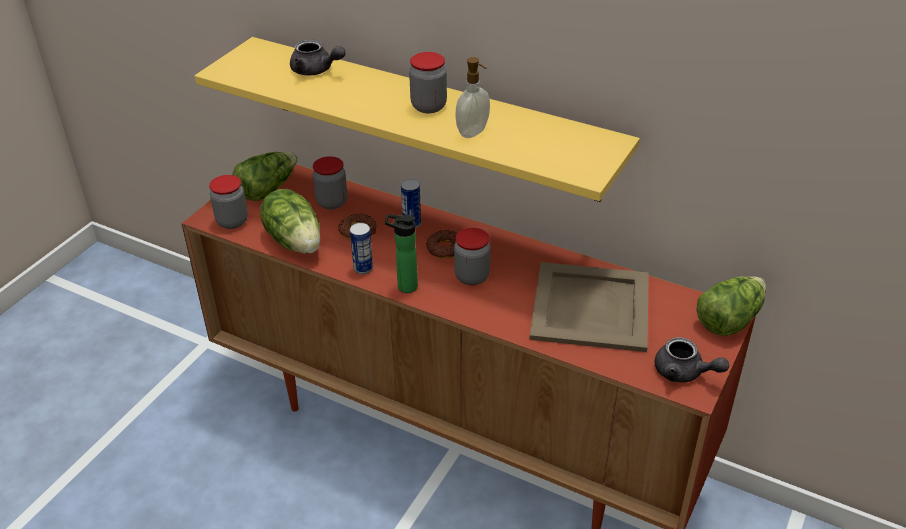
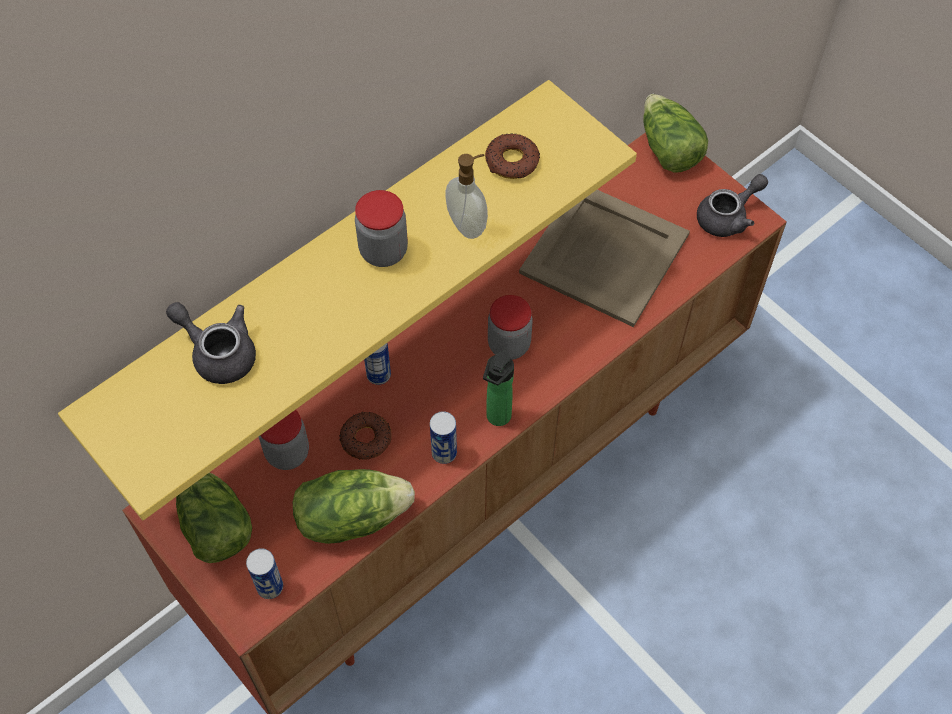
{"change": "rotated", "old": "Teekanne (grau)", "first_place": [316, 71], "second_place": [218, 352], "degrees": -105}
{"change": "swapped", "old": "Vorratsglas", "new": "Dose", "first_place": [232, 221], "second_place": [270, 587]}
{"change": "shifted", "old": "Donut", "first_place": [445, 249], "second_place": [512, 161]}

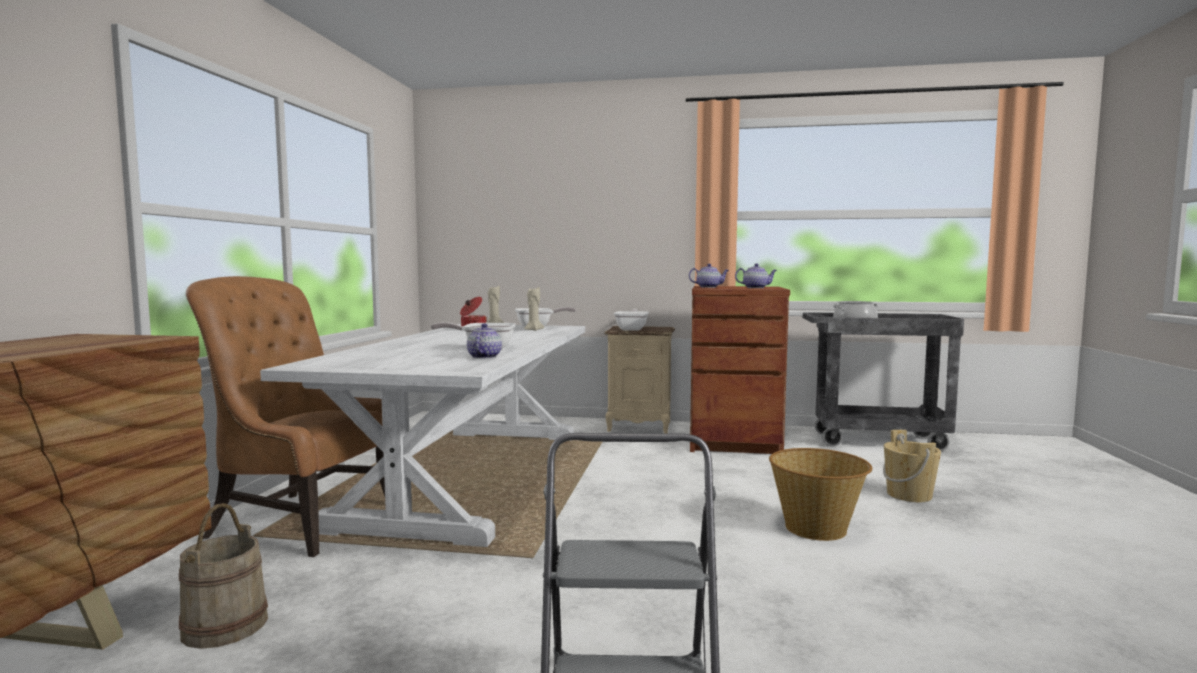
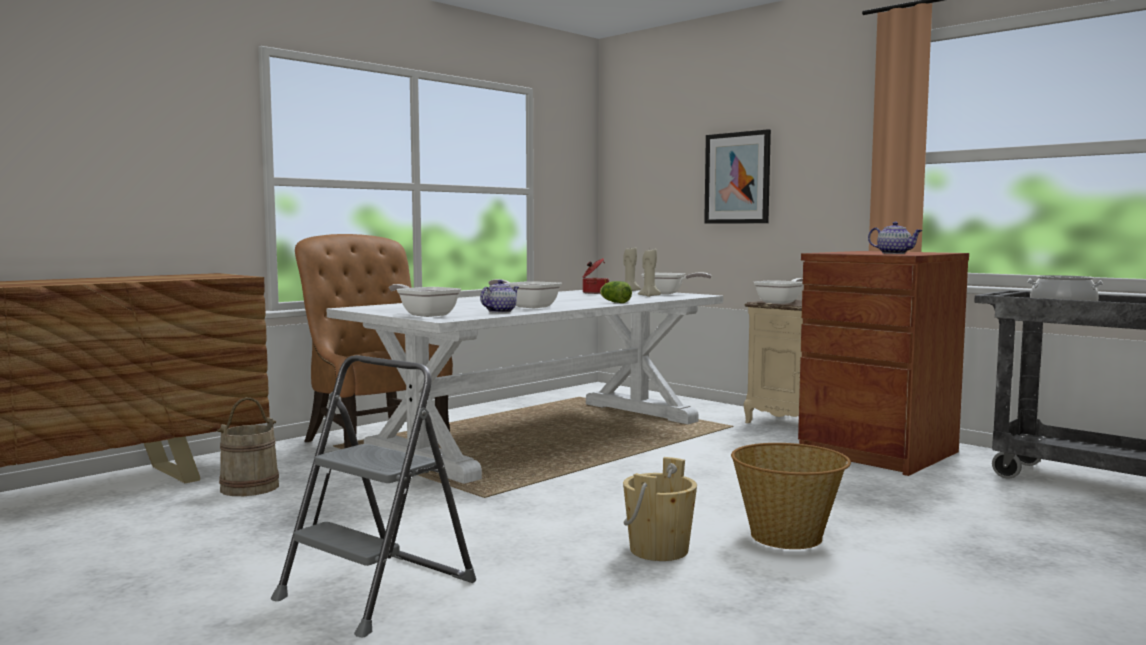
{"change": "new", "new": "Pfanne", "second_place": [425, 315]}
{"change": "new", "new": "Salatkopf", "second_place": [614, 302]}
{"change": "shifted", "old": "Eimer (beige)", "first_place": [909, 495], "second_place": [659, 550]}
{"change": "new", "new": "Bild", "second_place": [737, 178]}
{"change": "gone", "old": "Teekanne", "first_place": [709, 287]}

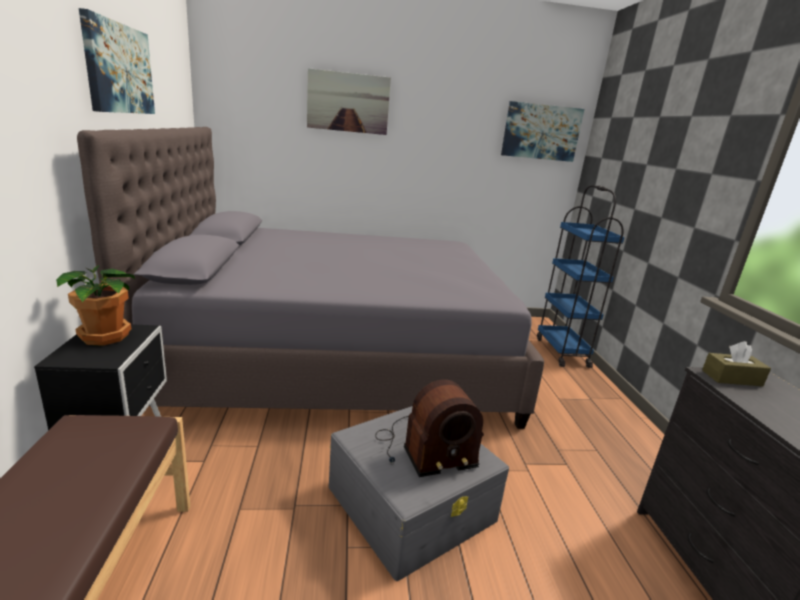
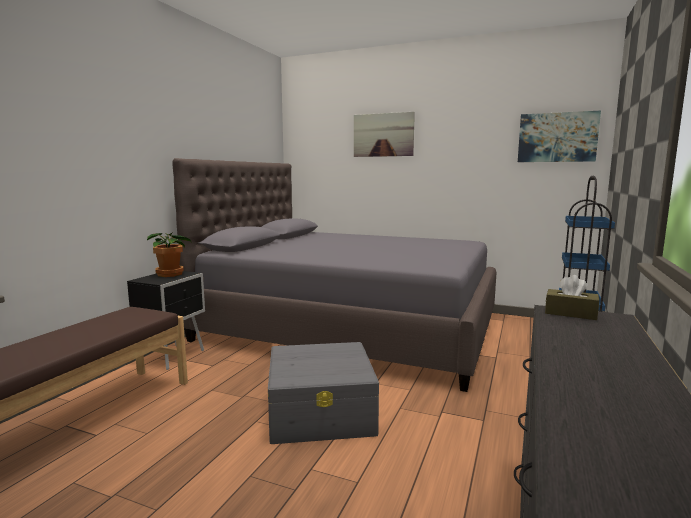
{"change": "gone", "old": "Bild", "first_place": [118, 68]}
{"change": "gone", "old": "Radio", "first_place": [423, 449]}

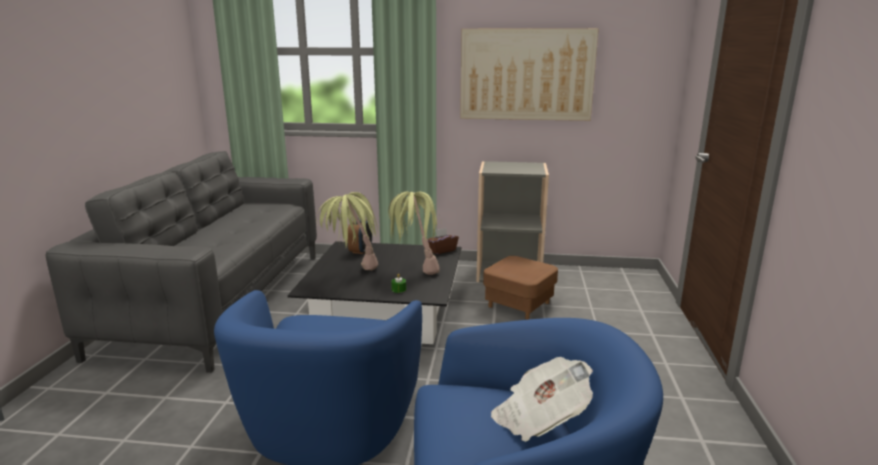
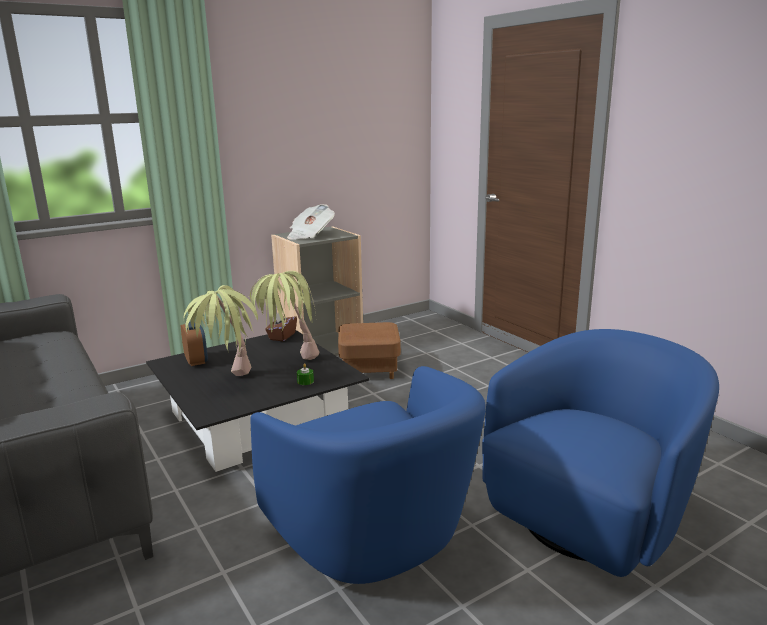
{"change": "shifted", "old": "Zeitung", "first_place": [539, 418], "second_place": [310, 235]}
{"change": "gone", "old": "Bild", "first_place": [526, 74]}

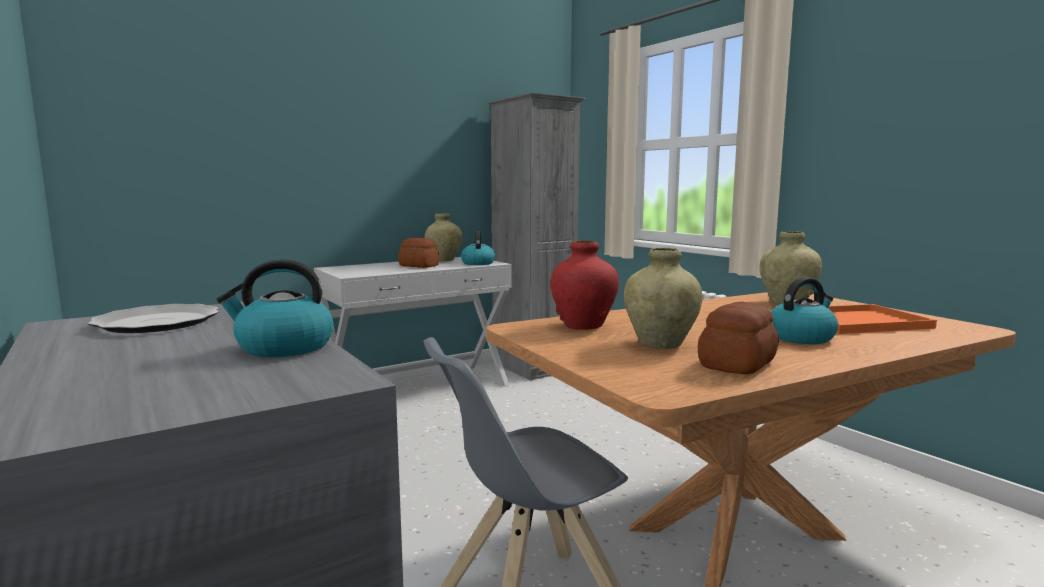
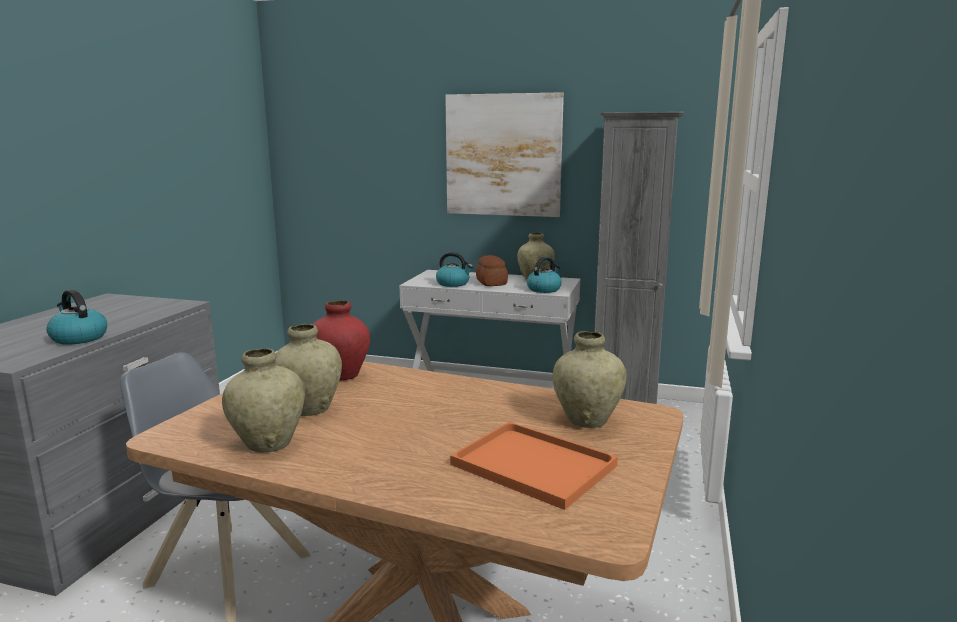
{"change": "swapped", "old": "Brot", "new": "Vase (beige)", "first_place": [735, 364], "second_place": [268, 443]}
{"change": "shifted", "old": "Wasserkessel", "first_place": [801, 337], "second_place": [453, 284]}
{"change": "new", "new": "Bild", "second_place": [503, 155]}
{"change": "gone", "old": "Teller", "first_place": [157, 322]}

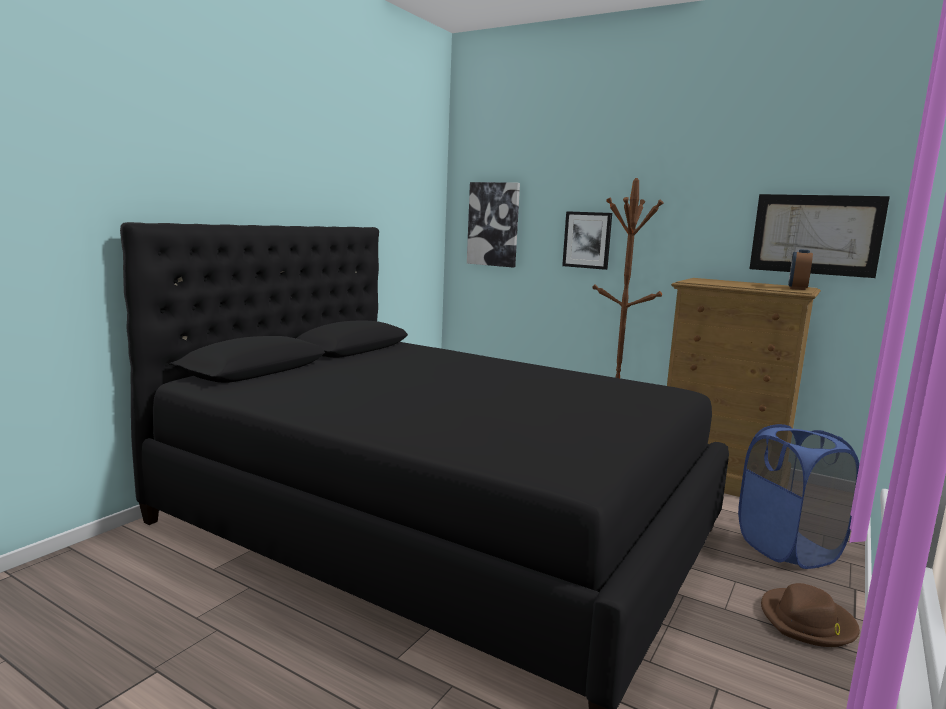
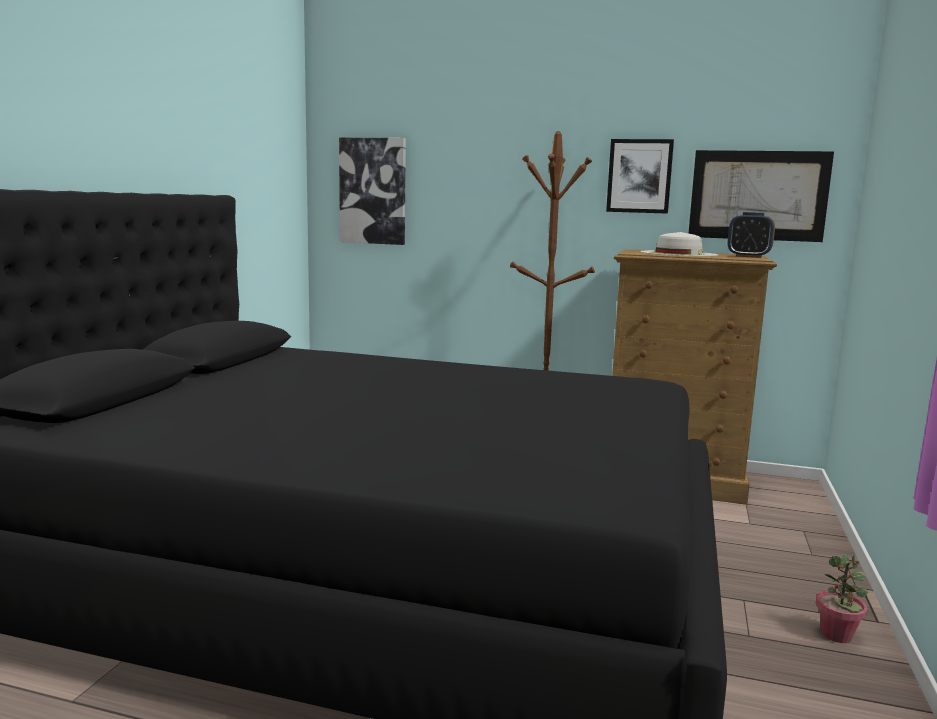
{"change": "shifted", "old": "Bild", "first_place": [587, 240], "second_place": [639, 176]}
{"change": "new", "new": "Hut (weiß)", "second_place": [678, 253]}
{"change": "rotated", "old": "Wecker", "first_place": [797, 288], "second_place": [748, 256], "degrees": -75}
{"change": "swapped", "old": "Hut (braun)", "new": "Topfpflanze", "first_place": [807, 622], "second_place": [837, 635]}
{"change": "gone", "old": "Wäschekorb (blau)", "first_place": [787, 549]}

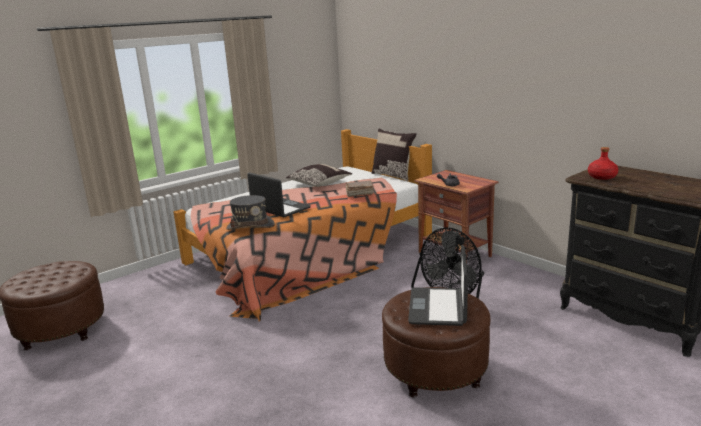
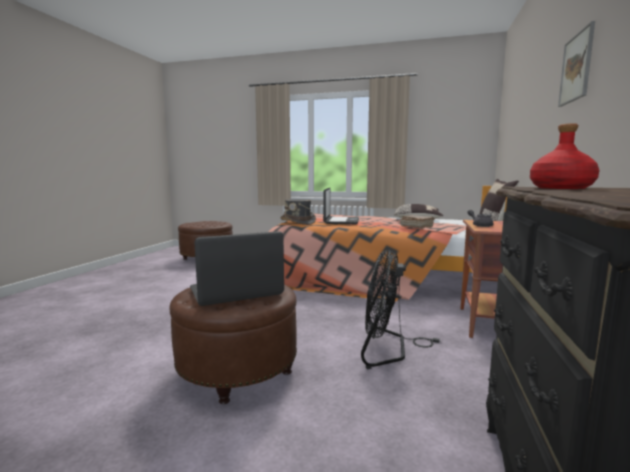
{"change": "new", "new": "Bild", "second_place": [576, 67]}

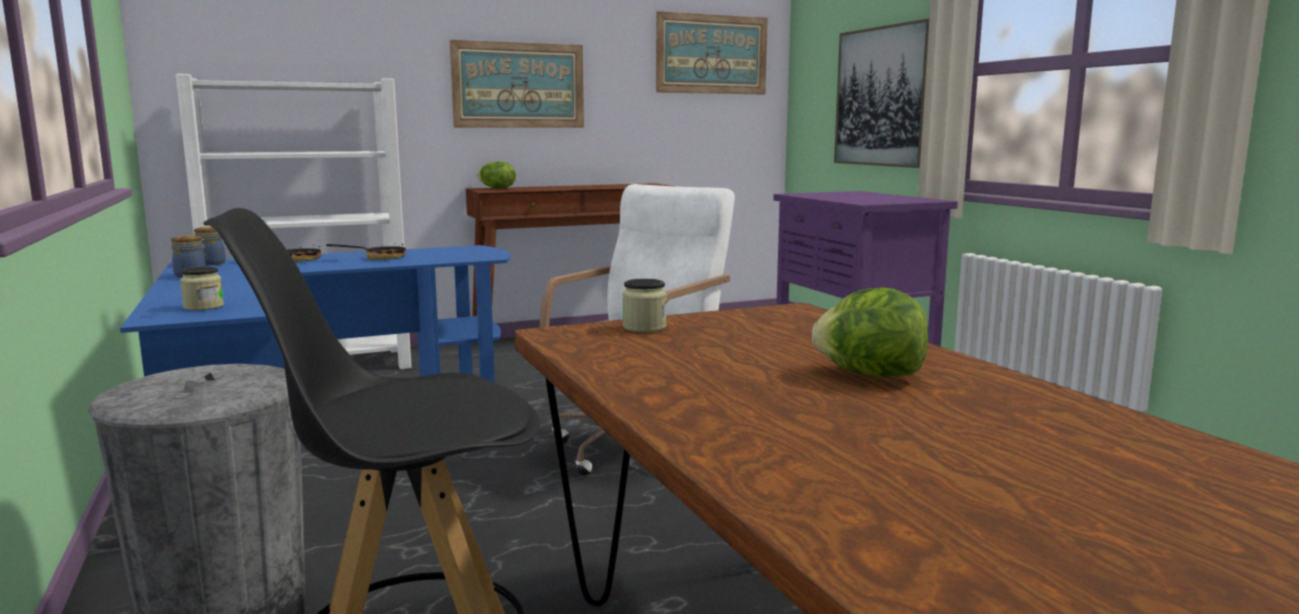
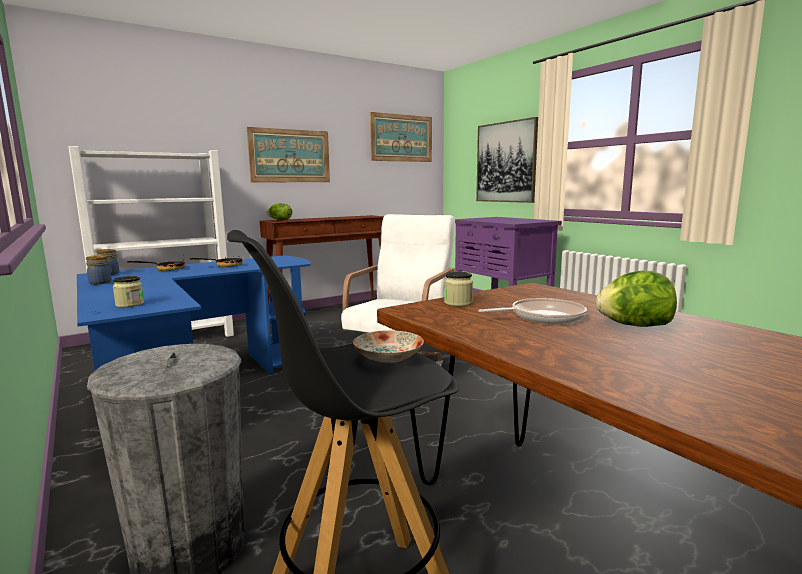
{"change": "new", "new": "Teller", "second_place": [387, 358]}
{"change": "new", "new": "Pfanne", "second_place": [543, 317]}

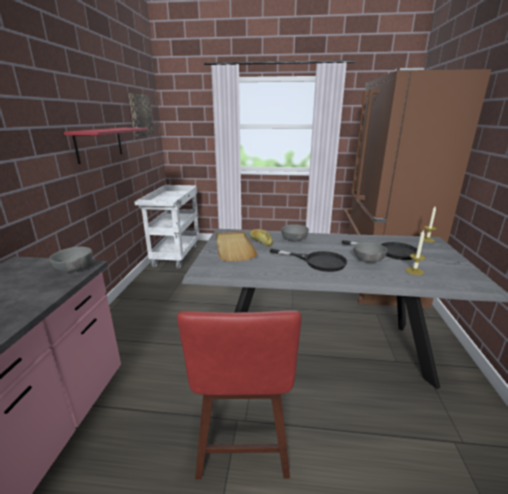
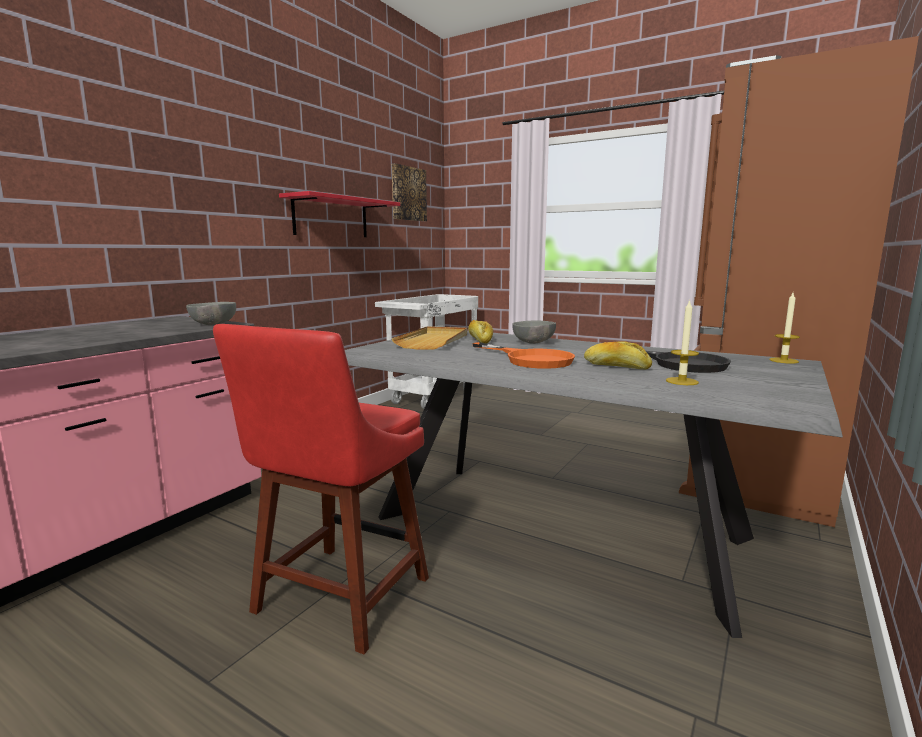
{"change": "repainted", "old": "Pfanne (schwarz)", "new": "Pfanne (orange)", "first_place": [317, 261], "second_place": [530, 359]}
{"change": "swapped", "old": "Schüssel (grau)", "new": "Brot", "first_place": [368, 261], "second_place": [616, 366]}

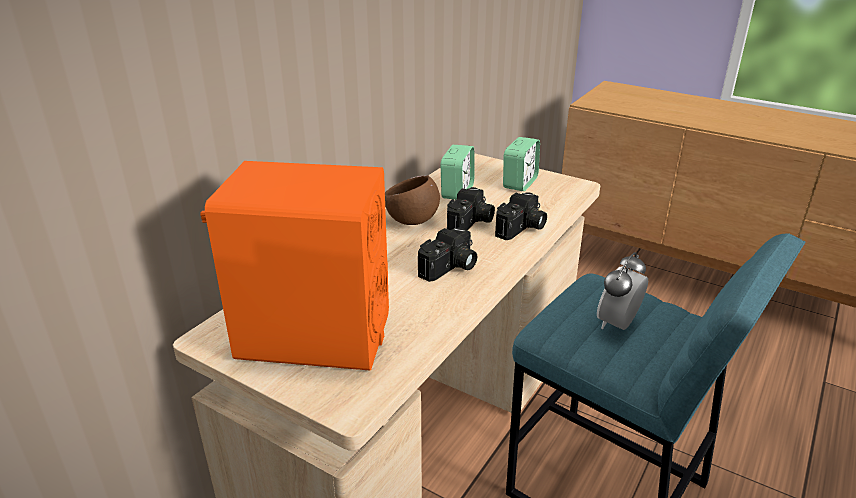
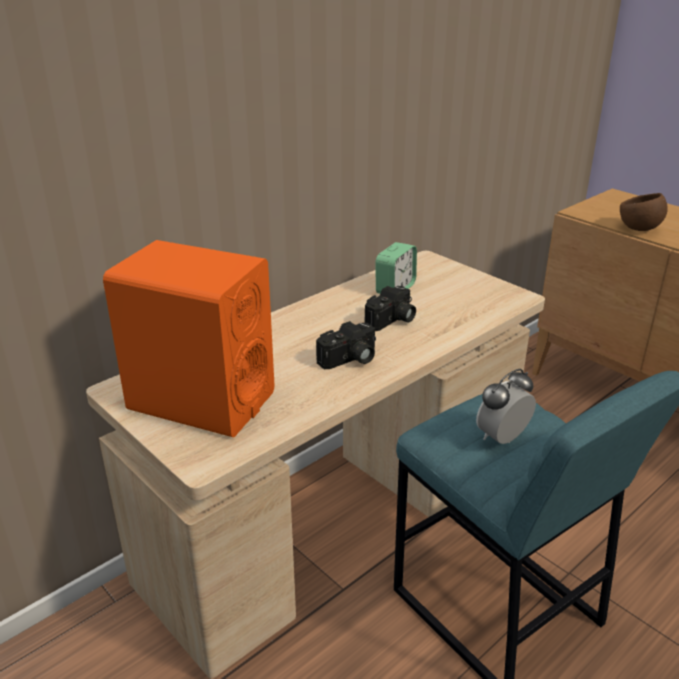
{"change": "shifted", "old": "Schüssel (braun)", "first_place": [412, 222], "second_place": [639, 229]}
{"change": "gone", "old": "Kamera", "first_place": [522, 229]}
{"change": "gone", "old": "Wecker", "first_place": [520, 183]}

